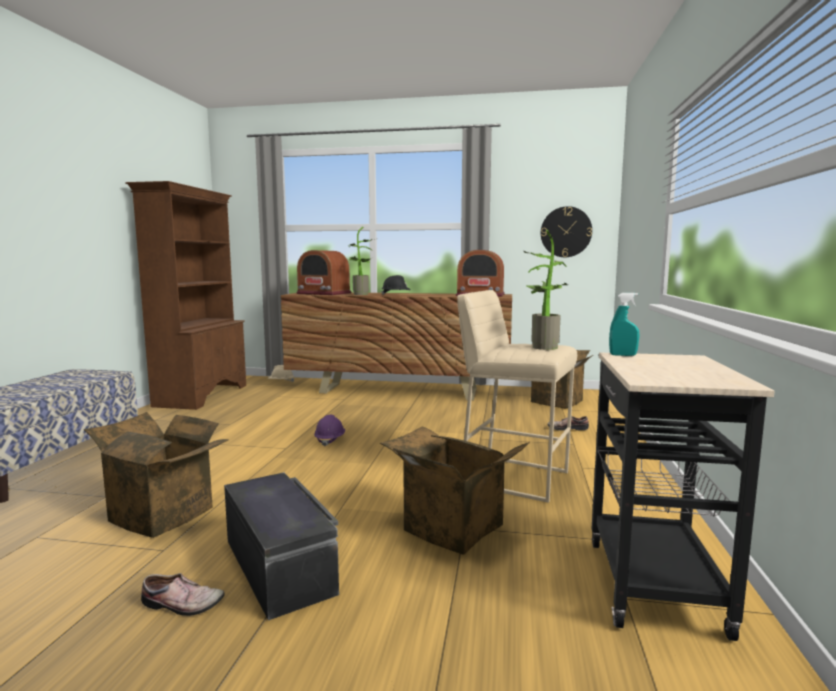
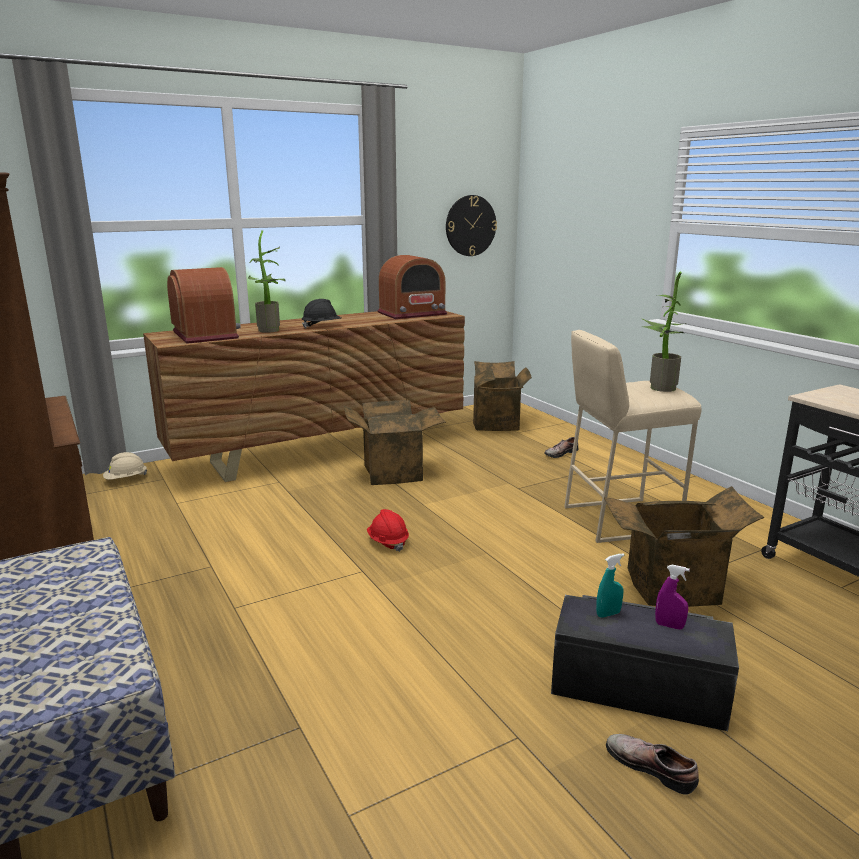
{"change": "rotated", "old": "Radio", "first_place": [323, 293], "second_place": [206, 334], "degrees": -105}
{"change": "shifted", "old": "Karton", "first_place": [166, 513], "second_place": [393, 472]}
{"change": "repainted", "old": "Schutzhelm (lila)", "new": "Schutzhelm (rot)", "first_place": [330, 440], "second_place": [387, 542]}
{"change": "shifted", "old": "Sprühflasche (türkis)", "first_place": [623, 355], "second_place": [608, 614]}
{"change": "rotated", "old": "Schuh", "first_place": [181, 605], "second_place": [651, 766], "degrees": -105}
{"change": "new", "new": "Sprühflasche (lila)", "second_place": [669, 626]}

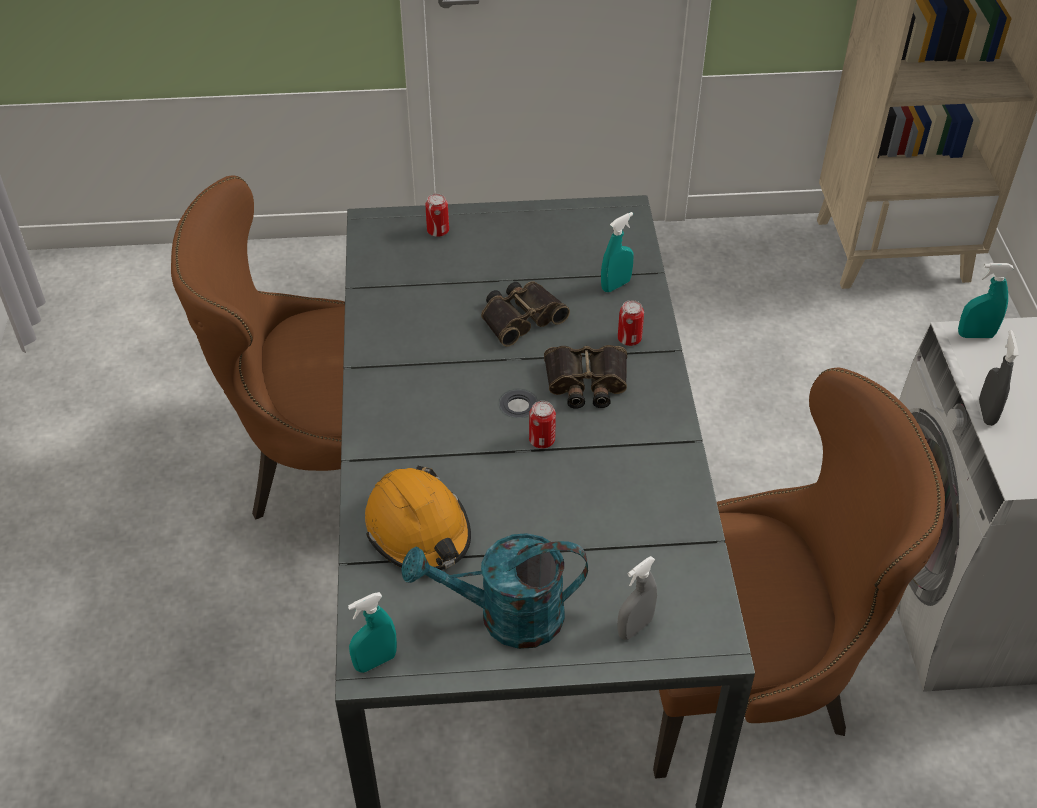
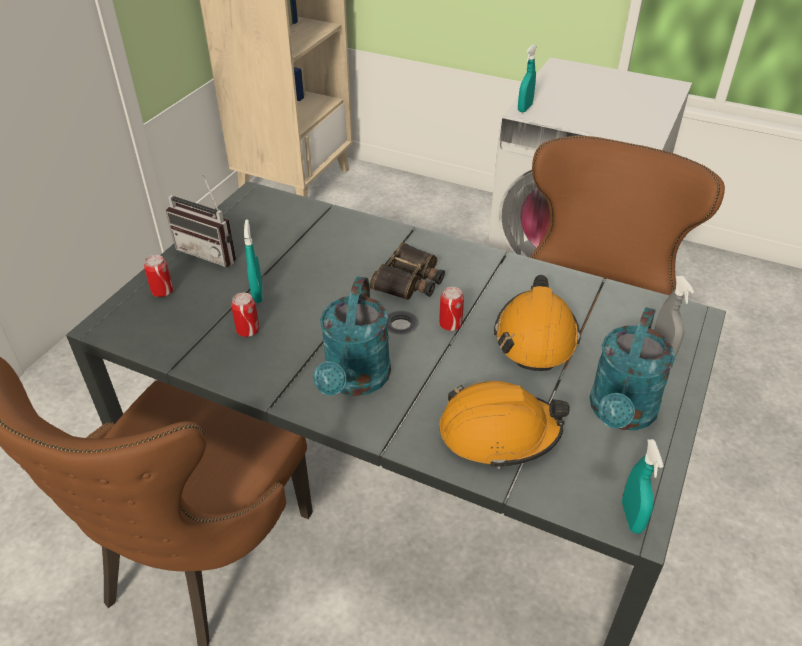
{"change": "new", "new": "Radio", "second_place": [212, 252]}
{"change": "shifted", "old": "Dose", "first_place": [629, 339], "second_place": [248, 330]}
{"change": "shifted", "old": "Sprühflasche (türkis)", "first_place": [616, 285], "second_place": [257, 294]}
{"change": "new", "new": "Gießkanne (türkis)", "second_place": [355, 381]}
{"change": "new", "new": "Schutzhelm (orange)", "second_place": [535, 336]}
{"change": "gone", "old": "Fernglas", "first_place": [520, 317]}
{"change": "gone", "old": "Sprühflasche (grau)", "first_place": [986, 413]}

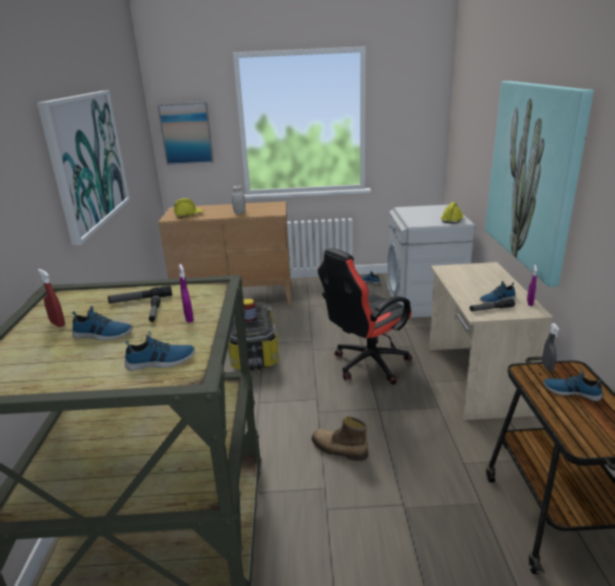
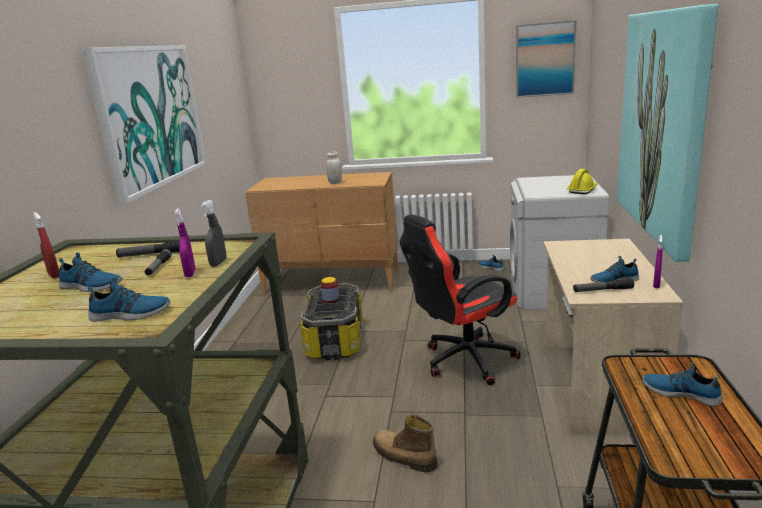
{"change": "shifted", "old": "Sprühflasche (grau)", "first_place": [547, 367], "second_place": [218, 263]}
{"change": "shifted", "old": "Bild", "first_place": [186, 133], "second_place": [545, 59]}
{"change": "gone", "old": "Schutzhelm (gelb)", "first_place": [188, 215]}

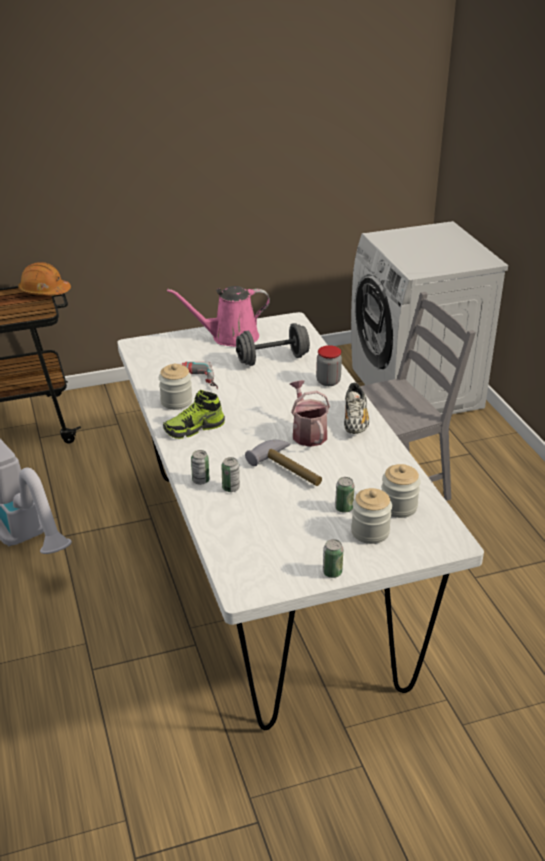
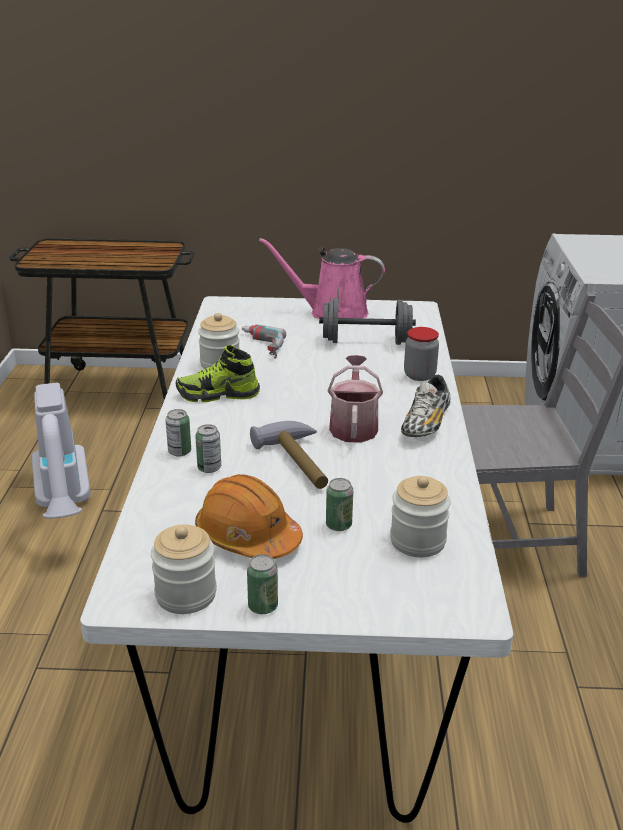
{"change": "shifted", "old": "Vorratsglas", "first_place": [370, 532], "second_place": [186, 594]}
{"change": "shifted", "old": "Schutzhelm (orange)", "first_place": [44, 291], "second_place": [247, 536]}

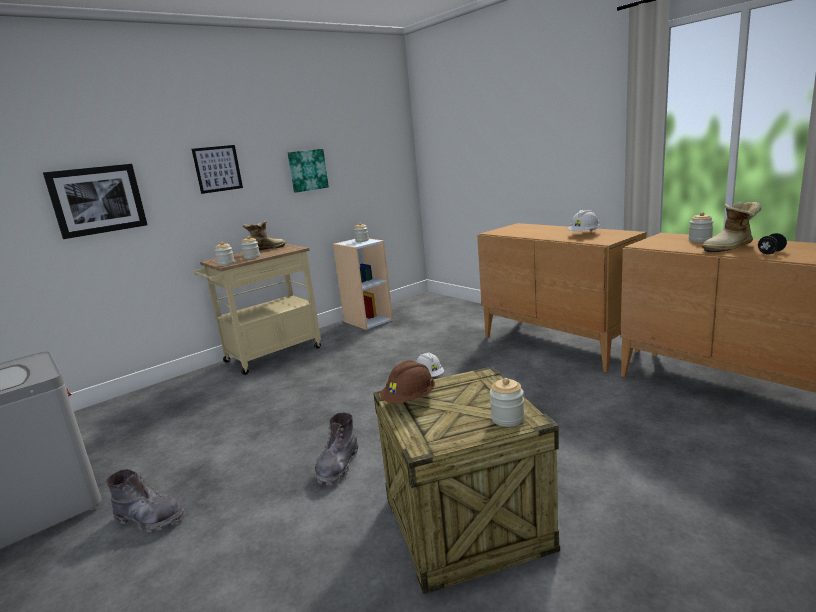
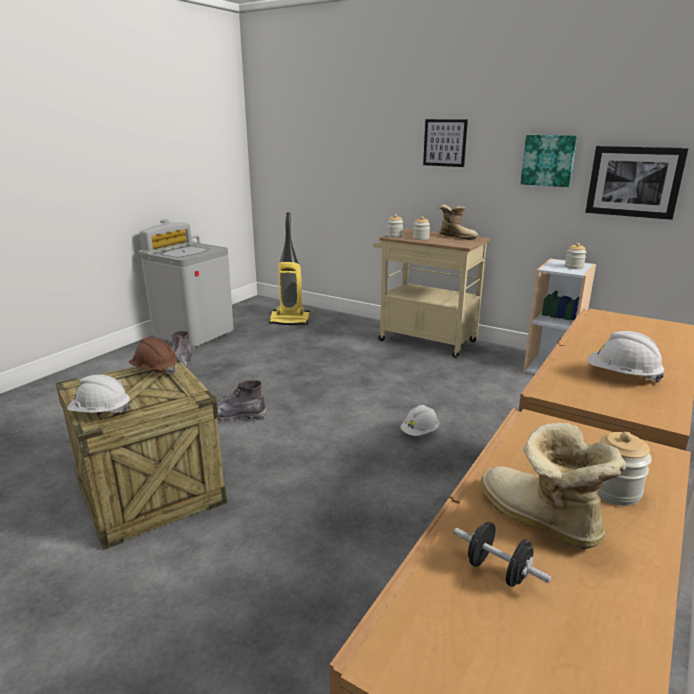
{"change": "swapped", "old": "Vorratsglas", "new": "Schutzhelm (weiß)", "first_place": [507, 418], "second_place": [101, 412]}
{"change": "new", "new": "Staubsauger", "second_place": [290, 321]}
{"change": "shifted", "old": "Bild", "first_place": [97, 200], "second_place": [634, 182]}

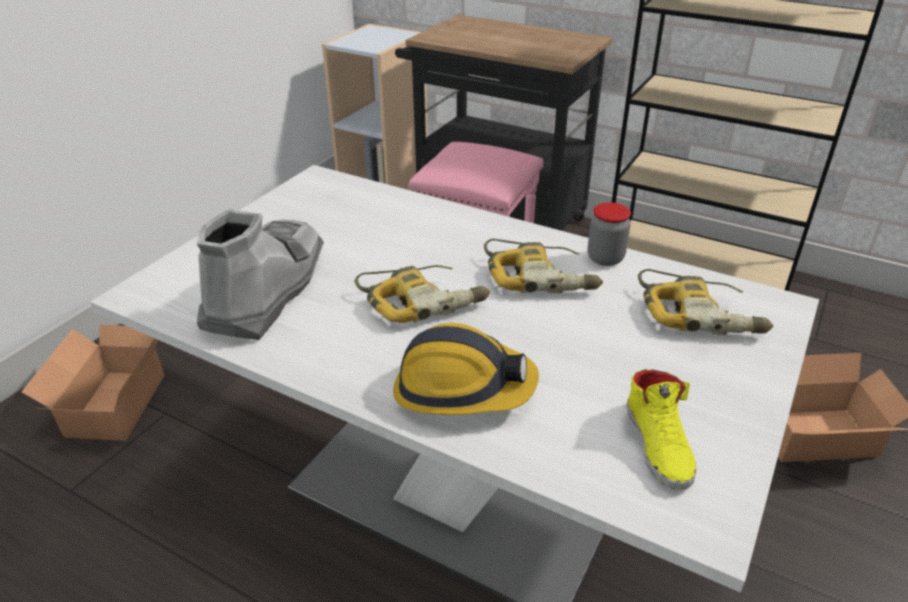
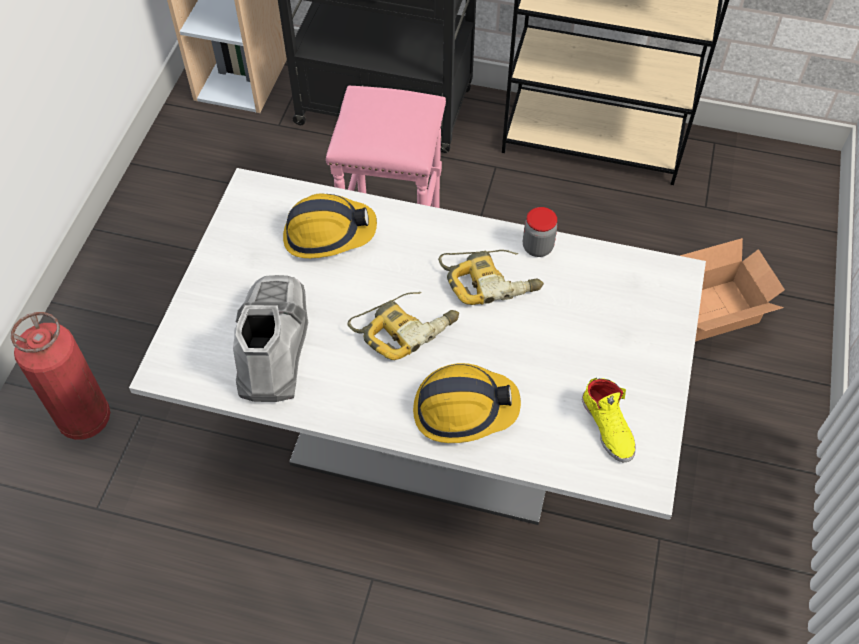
{"change": "swapped", "old": "Karton", "new": "Feuerlöscher", "first_place": [111, 406], "second_place": [85, 419]}
{"change": "new", "new": "Schutzhelm", "second_place": [328, 233]}
{"change": "gone", "old": "Bohrmaschine", "first_place": [699, 314]}

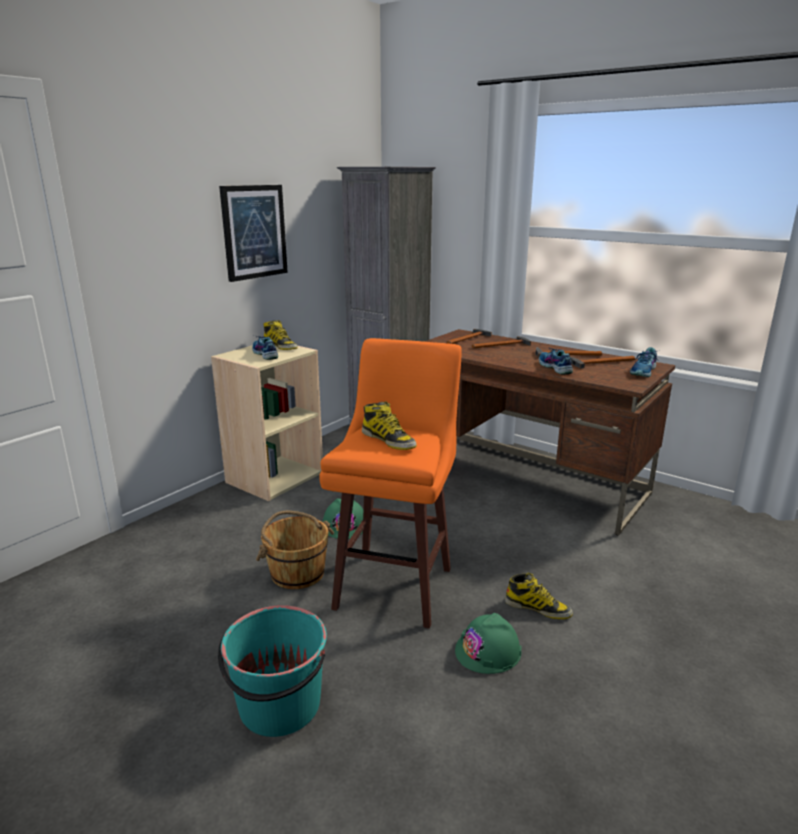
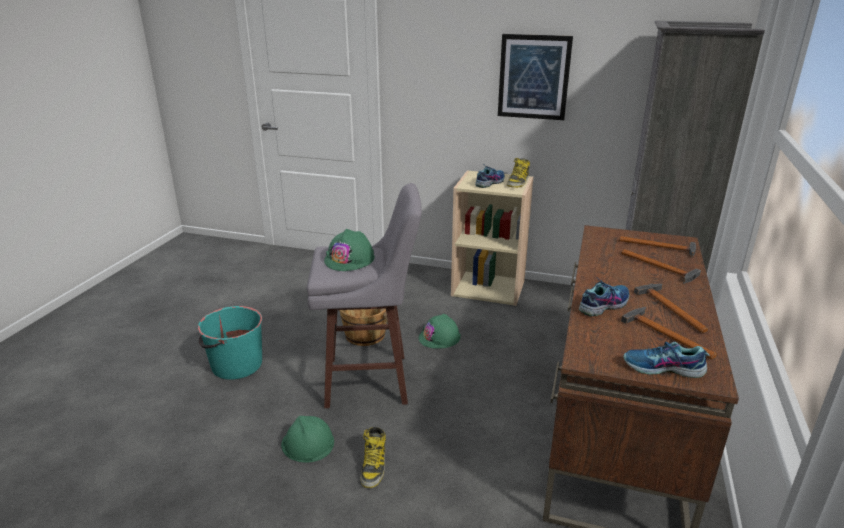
{"change": "repainted", "old": "Hocker (orange)", "new": "Hocker (grau)", "first_place": [396, 586], "second_place": [370, 381]}
{"change": "swapped", "old": "Stiefel", "new": "Schutzhelm (grün)", "first_place": [389, 440], "second_place": [350, 259]}

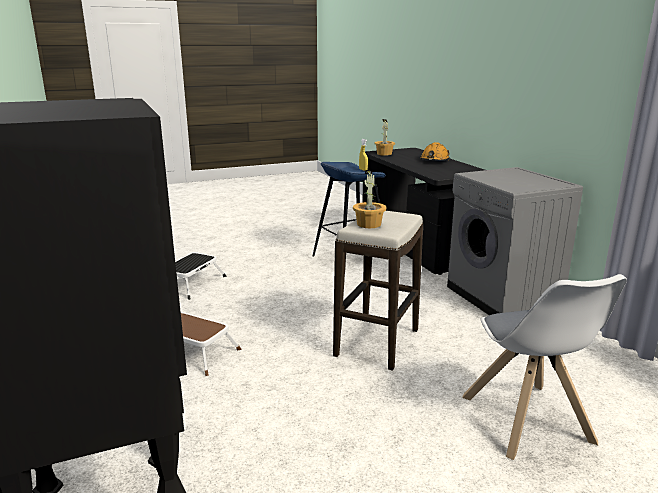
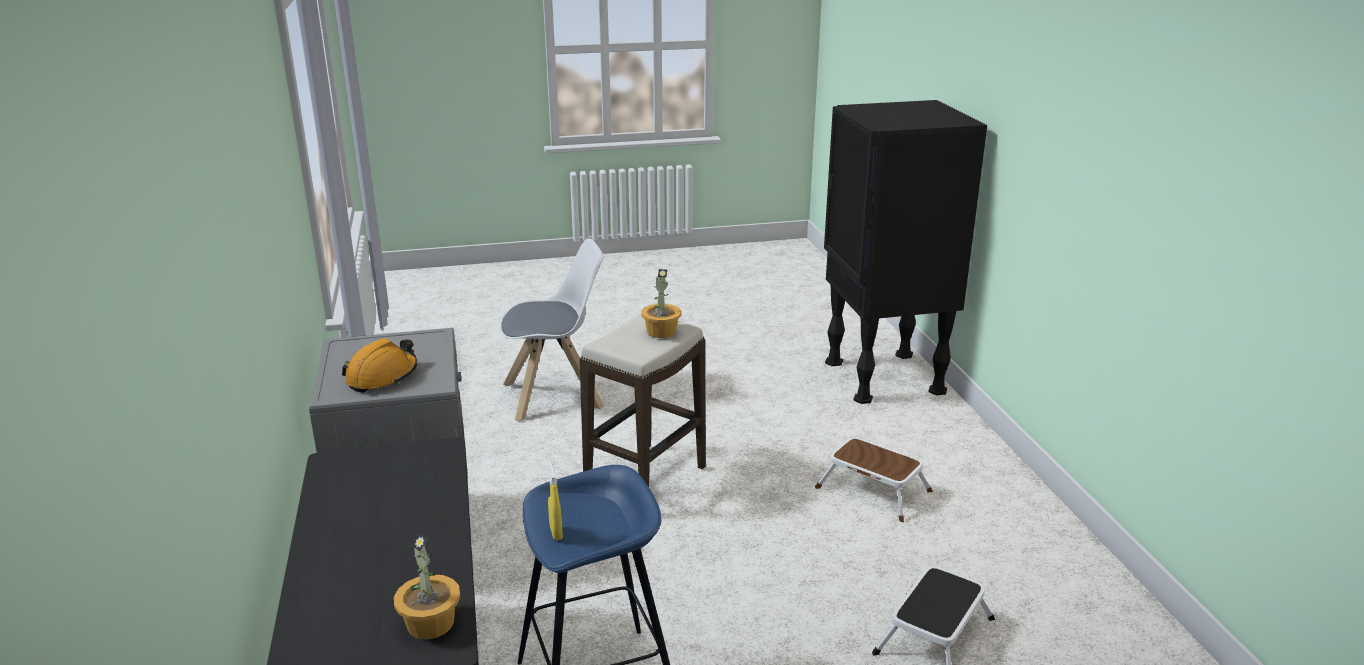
{"change": "shifted", "old": "Schutzhelm (orange)", "first_place": [434, 160], "second_place": [382, 376]}
{"change": "rotated", "old": "Stuhl", "first_place": [528, 421], "second_place": [556, 395], "degrees": 75}

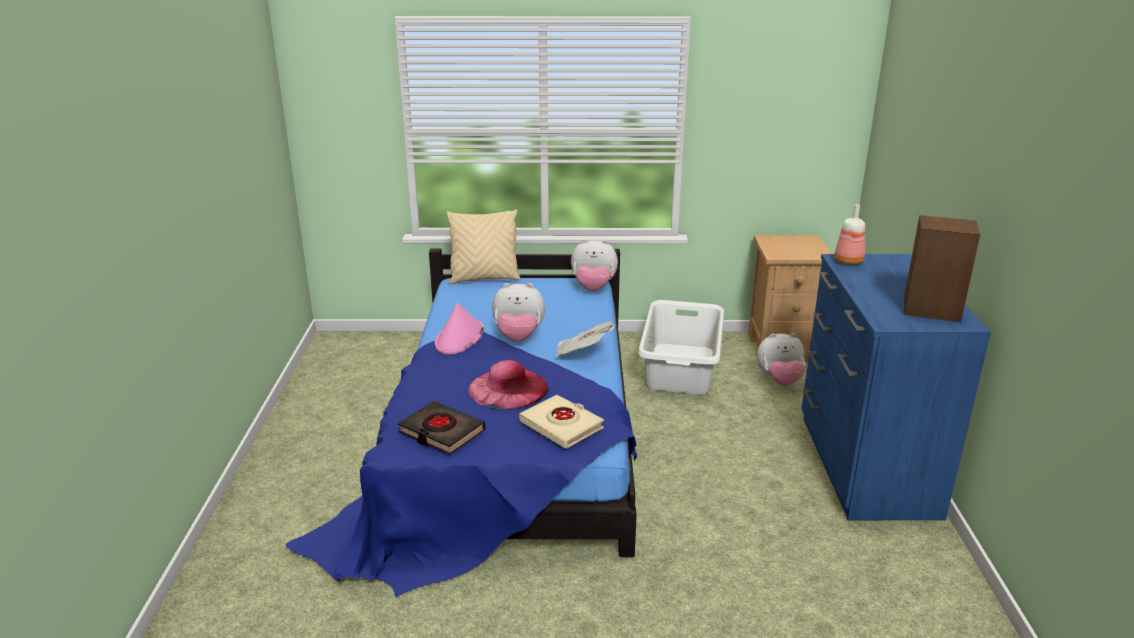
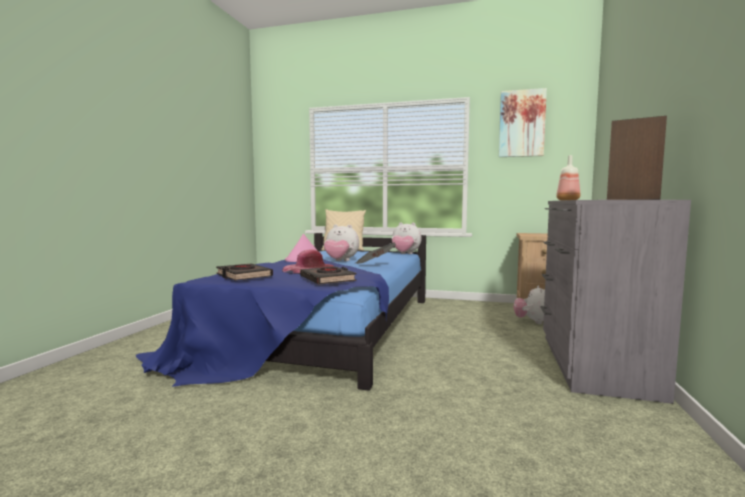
{"change": "repainted", "old": "Buch (beige)", "new": "Buch (schwarz)", "first_place": [561, 426], "second_place": [327, 279]}
{"change": "new", "new": "Bild", "second_place": [521, 123]}
{"change": "rotated", "old": "Plüschtier", "first_place": [779, 380], "second_place": [532, 322], "degrees": 90}
{"change": "repainted", "old": "Kommode (blau)", "new": "Kommode (grau)", "first_place": [864, 466], "second_place": [593, 365]}
{"change": "gone", "old": "Wäschekorb (weiß)", "first_place": [679, 368]}

